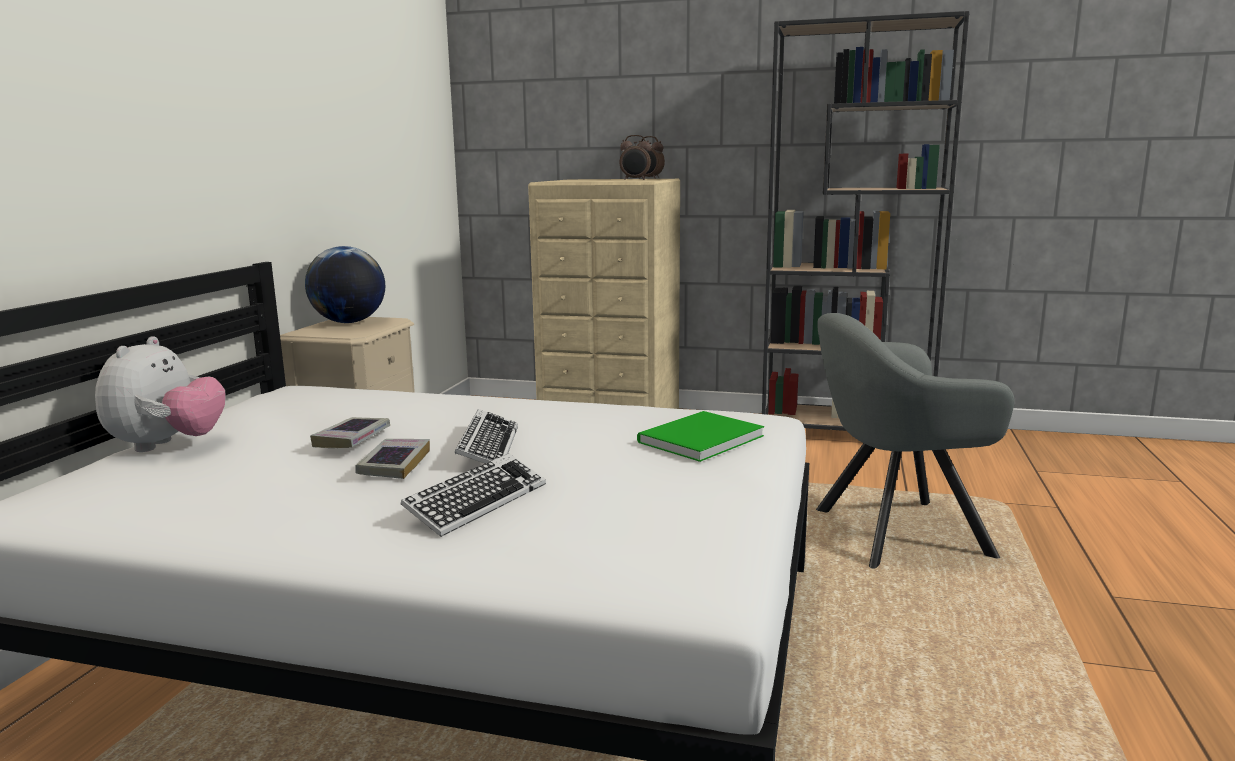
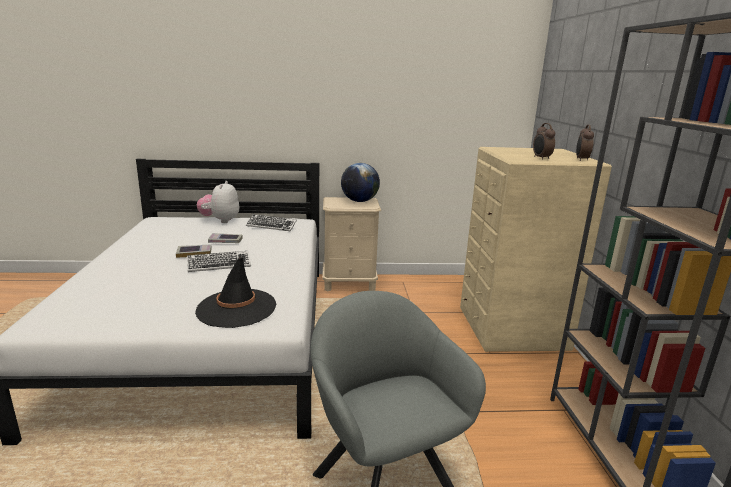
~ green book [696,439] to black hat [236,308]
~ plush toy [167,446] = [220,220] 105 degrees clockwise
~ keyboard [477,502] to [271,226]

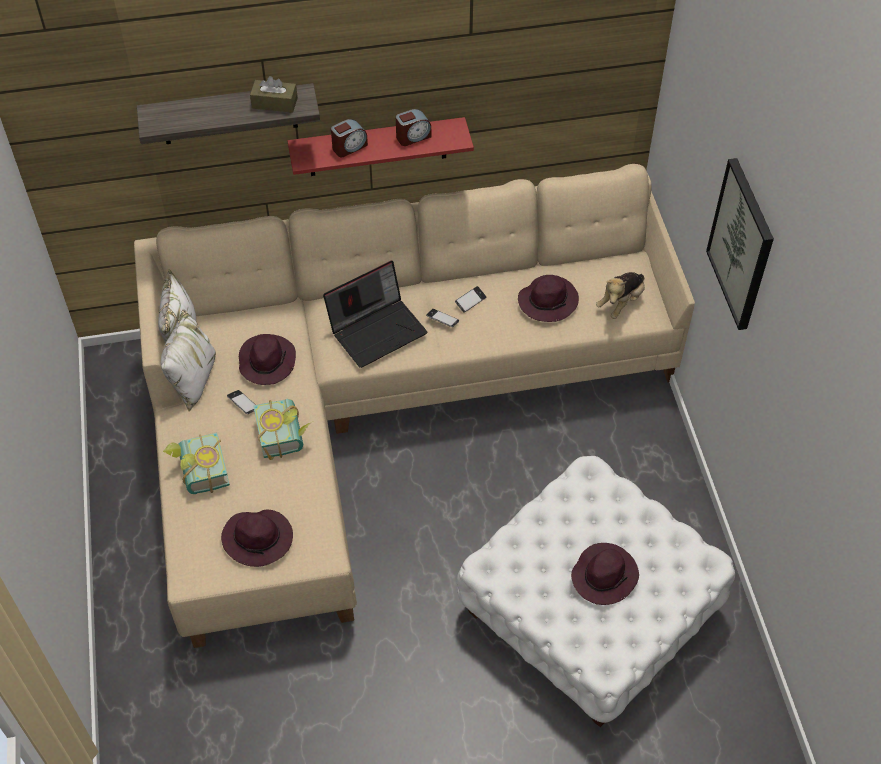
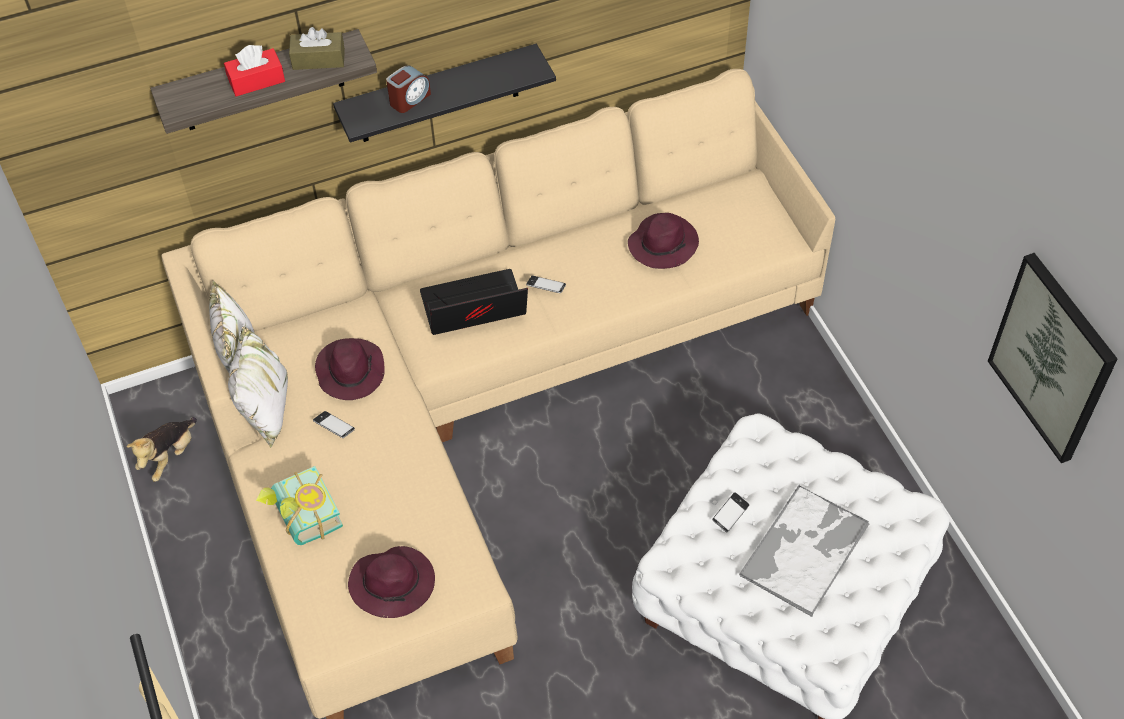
~ plush toy [621,302] to [169,457]
+ red tissue box [256,80]
~ red shelf [377,147] to black shelf [438,95]
~ laptop [377,329] = [473,311] 150 degrees counterclockwise
~ phone [470,301] to [730,514]
~ purple hat [604,575] to tray [805,549]
~ picture [742,244] to [1053,358]
- book [286,435]
- alarm clock [413,137]

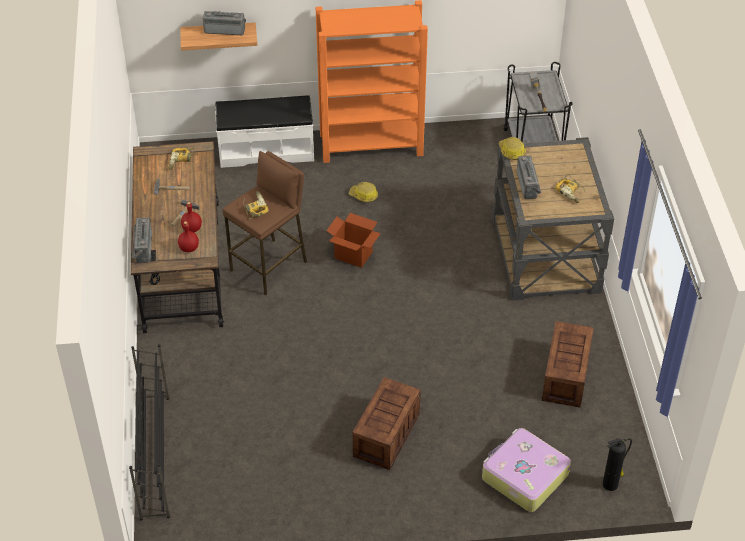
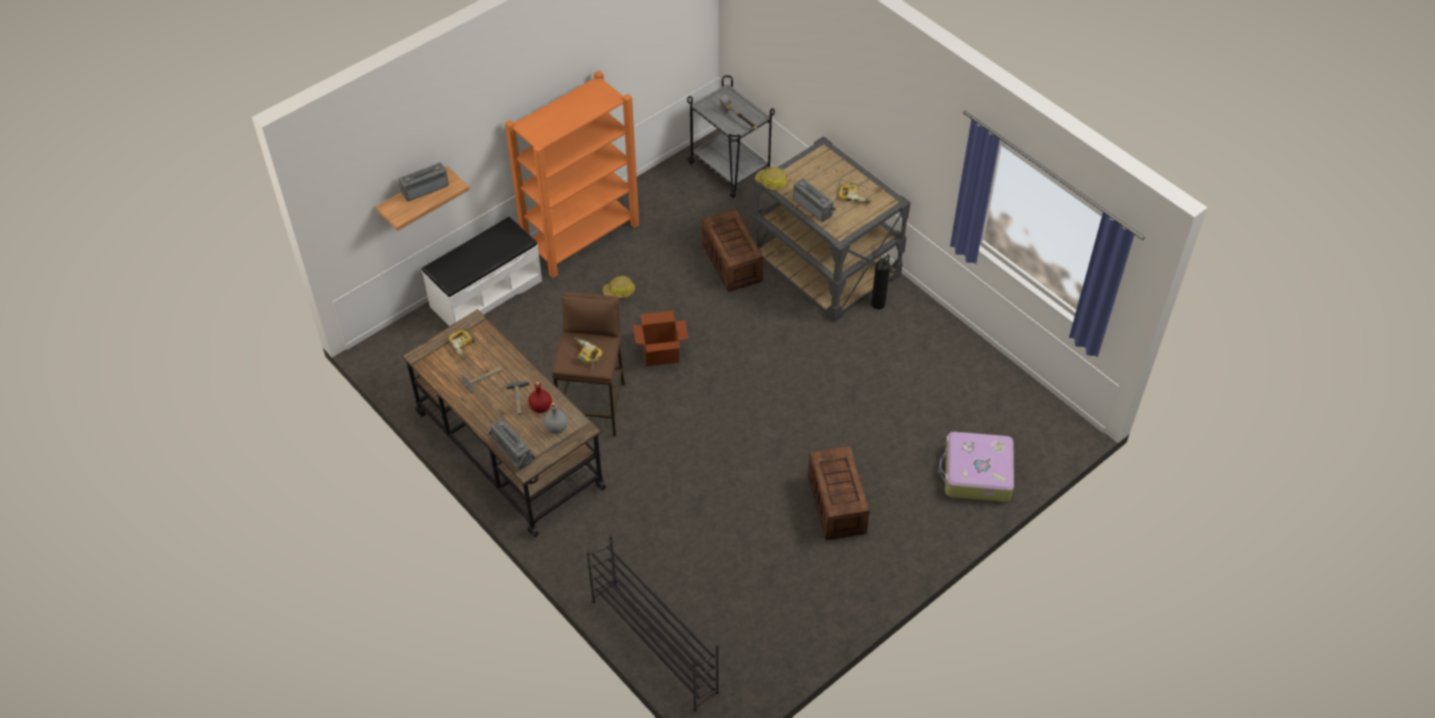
~ red bottle [188,248] to grey bottle [556,428]
~ crate [565,375] to [731,261]
~ fire extinguisher [611,484] to [878,303]

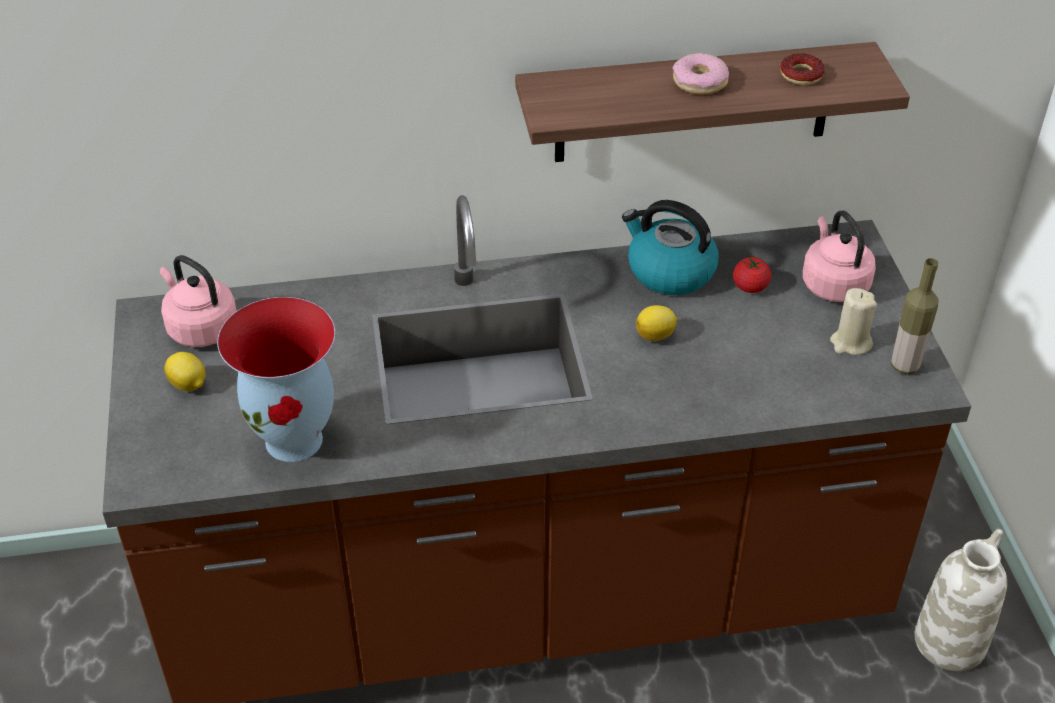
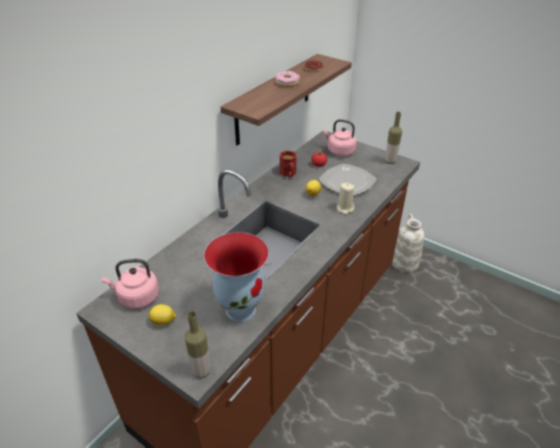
+ bottle [201,371]
~ kettle [669,271] to red mug [289,174]
+ plate [346,182]
~ beige candle [850,343] to [345,208]

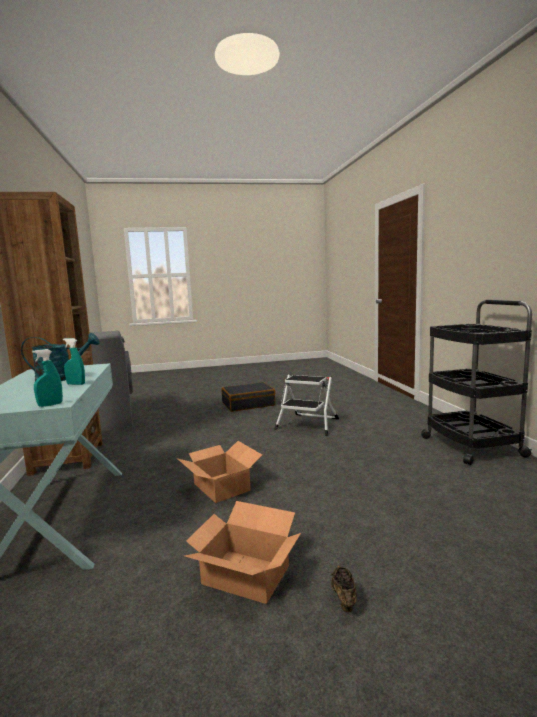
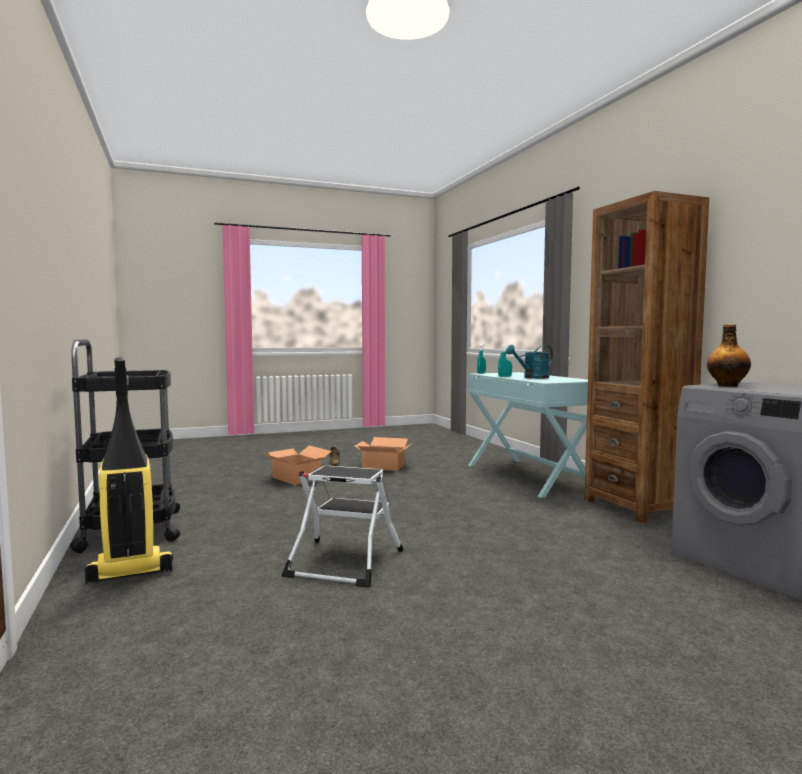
+ vacuum cleaner [130,573]
~ cardboard box [222,486] to [296,478]
+ bottle [727,385]
- black suitcase [248,404]

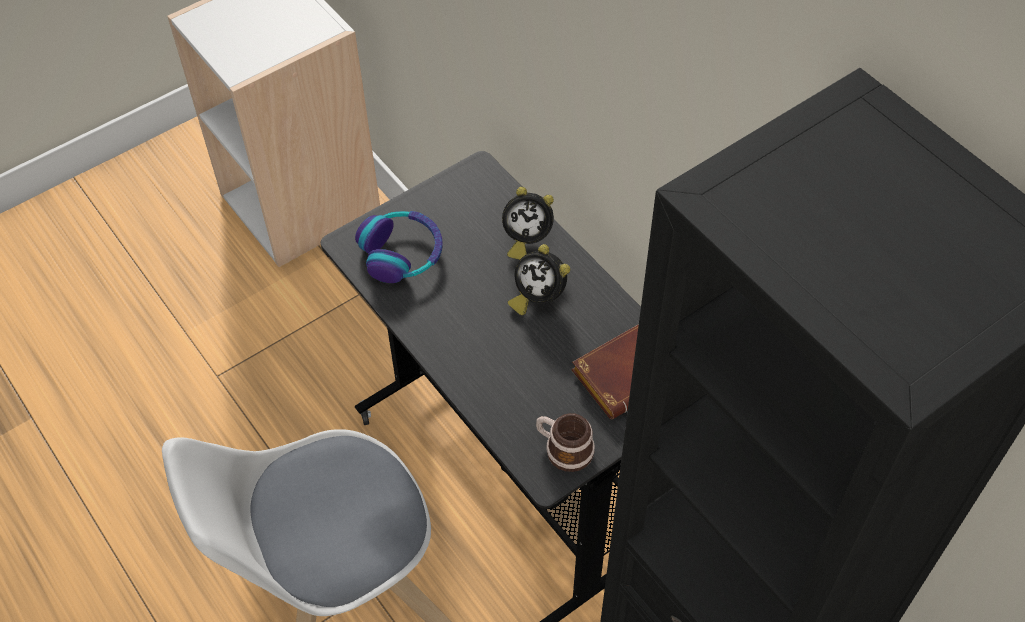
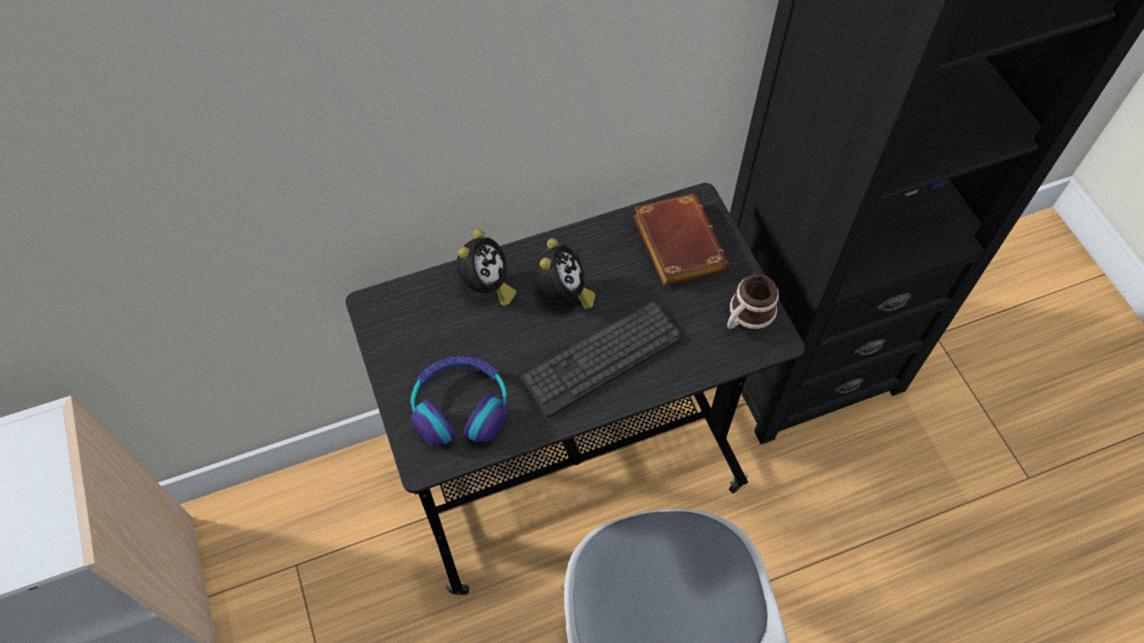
+ keyboard [602,358]
~ alarm clock [538,297] = [563,294] 45 degrees counterclockwise

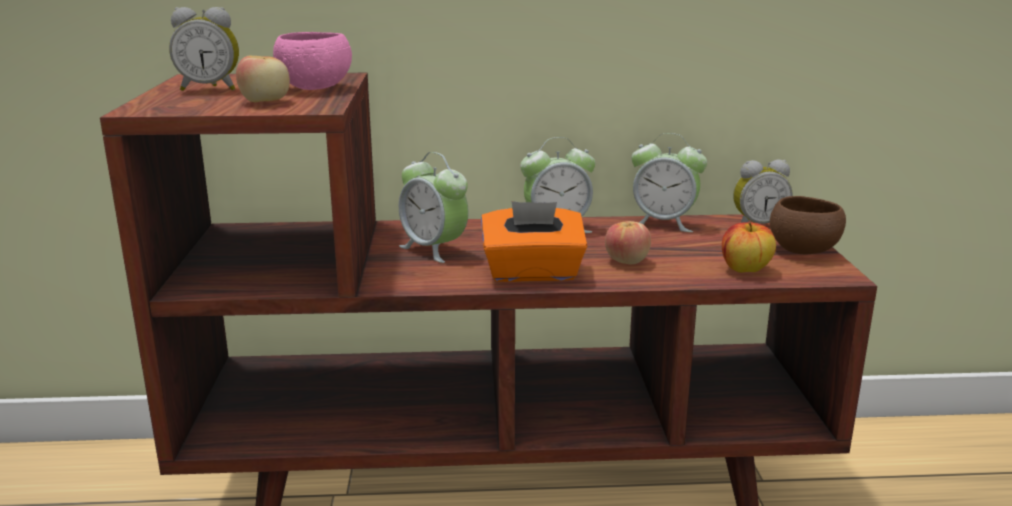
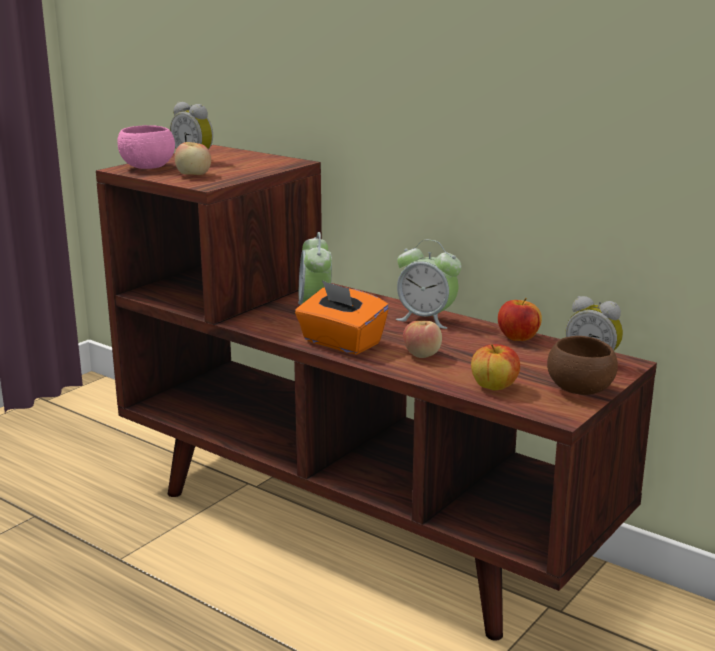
~ pink bowl [315,88] to [148,167]
~ alarm clock [664,223] to apple [518,338]

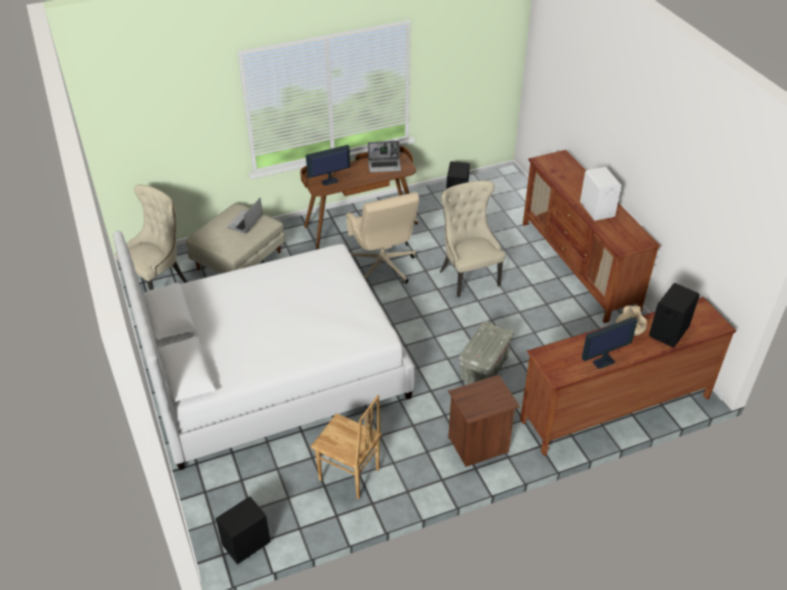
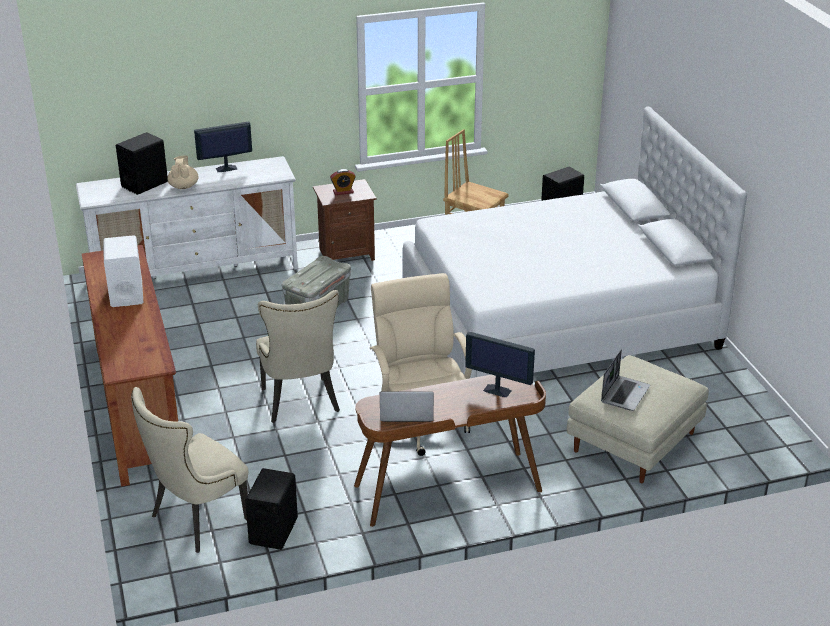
~ brown dresser [615,408] to white dresser [195,272]
~ beige chair [158,283] to [198,520]
+ alarm clock [343,192]
~ monitor [329,181] = [498,390] 45 degrees clockwise

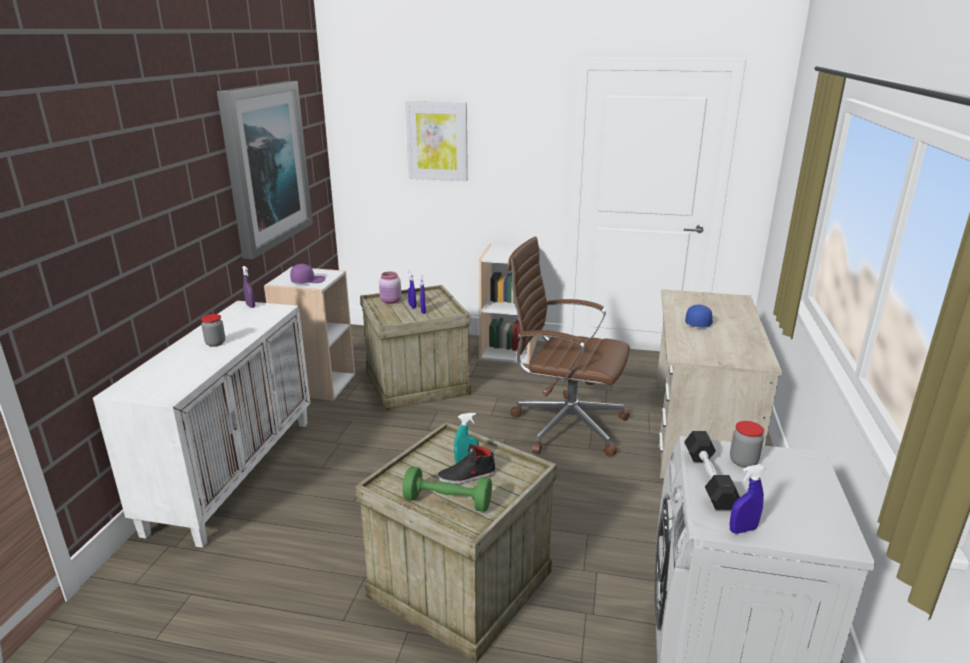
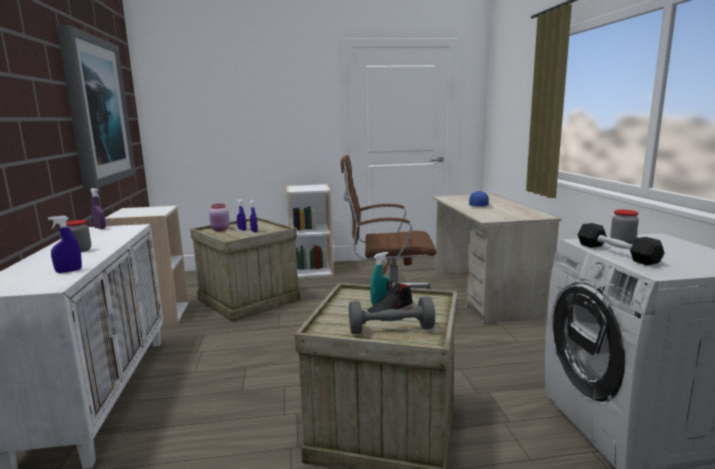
~ blue spray bottle [742,529] to [69,271]
~ green dumbbell [447,502] to grey dumbbell [391,329]
- purple cap [308,281]
- picture [437,141]

